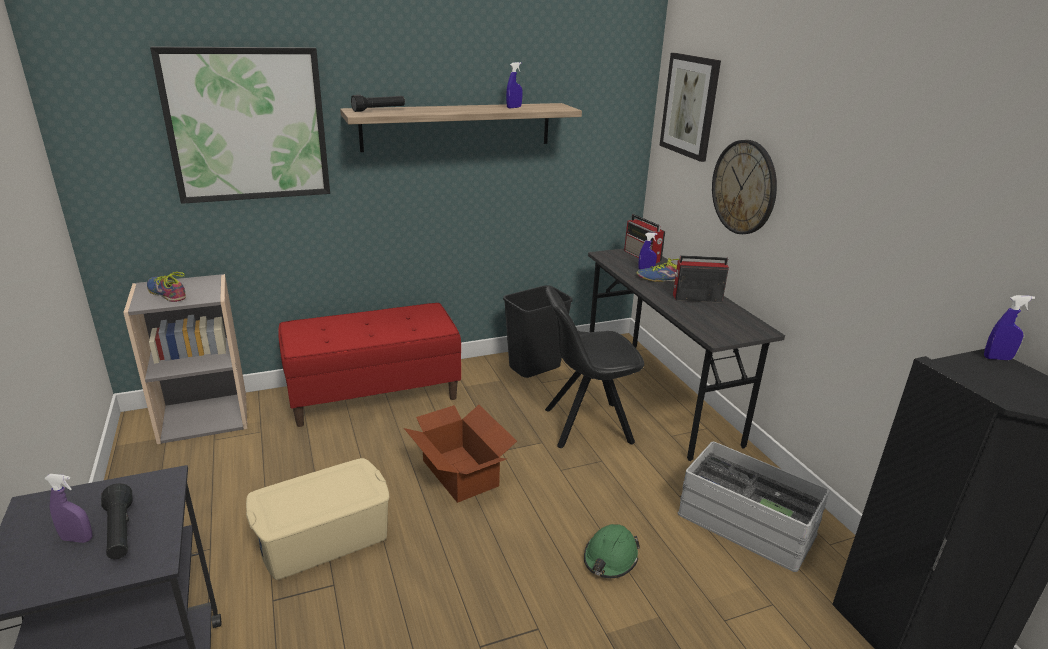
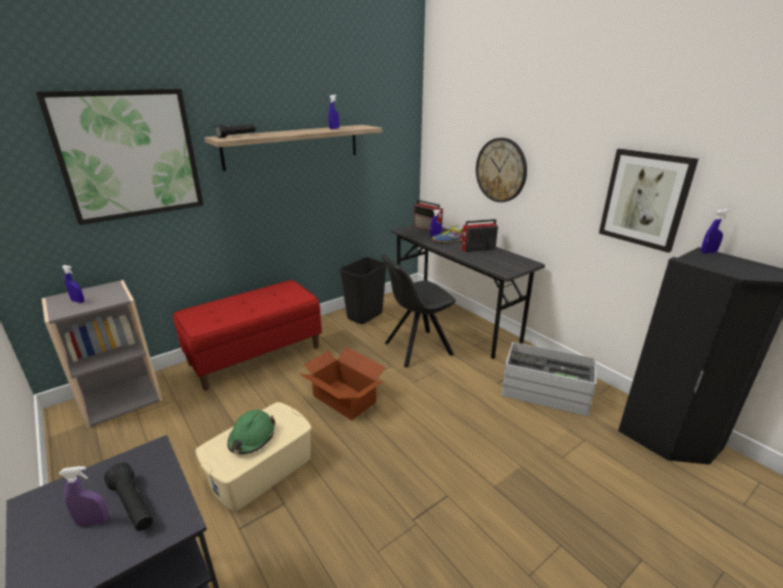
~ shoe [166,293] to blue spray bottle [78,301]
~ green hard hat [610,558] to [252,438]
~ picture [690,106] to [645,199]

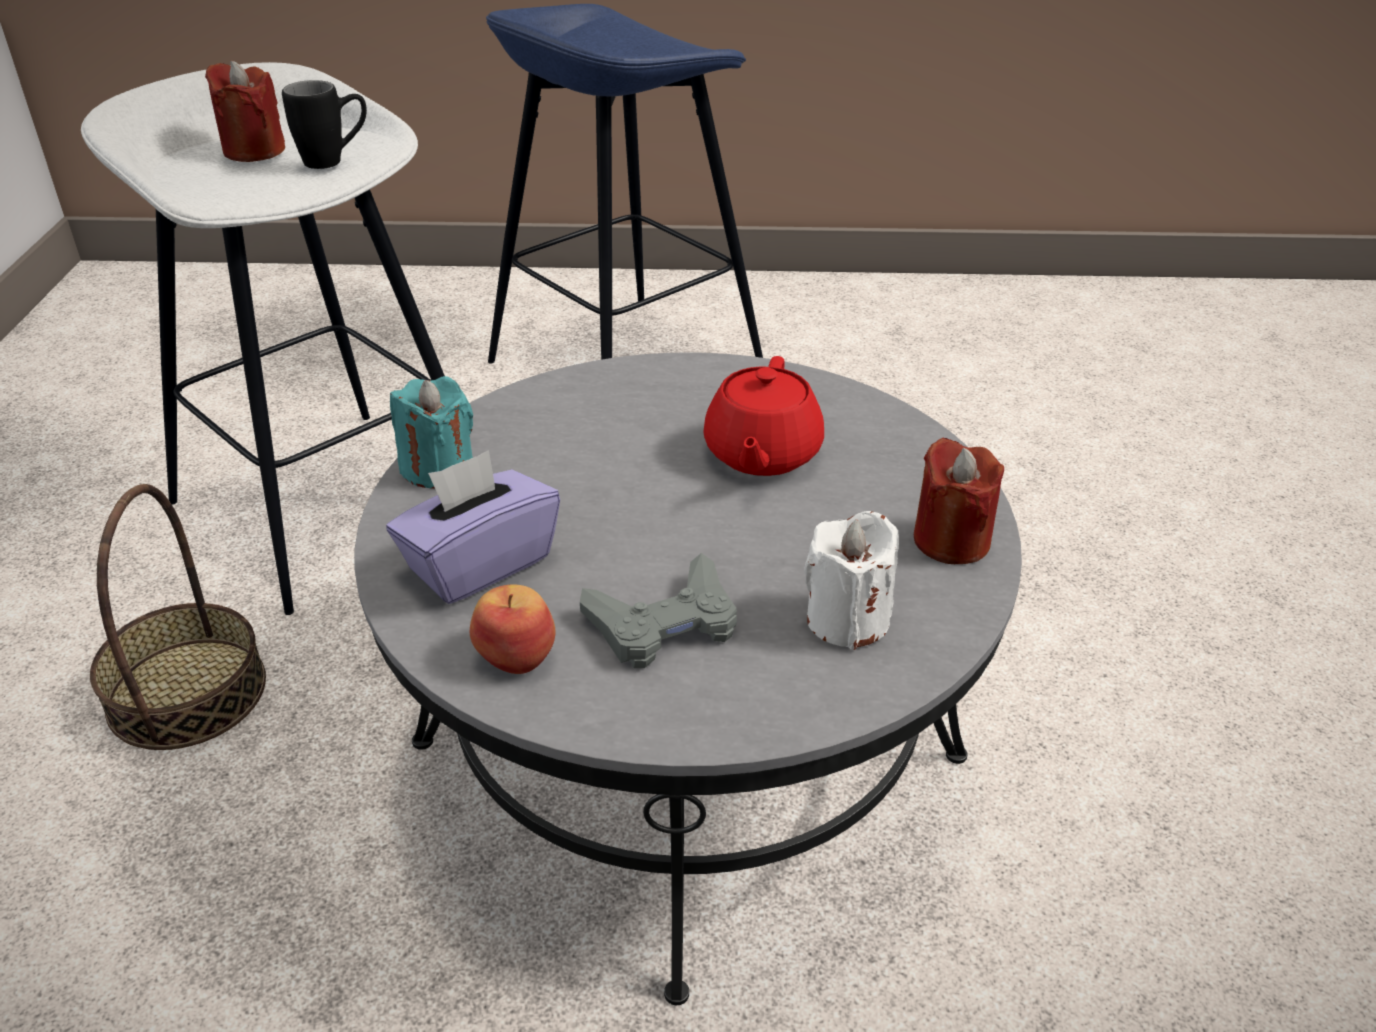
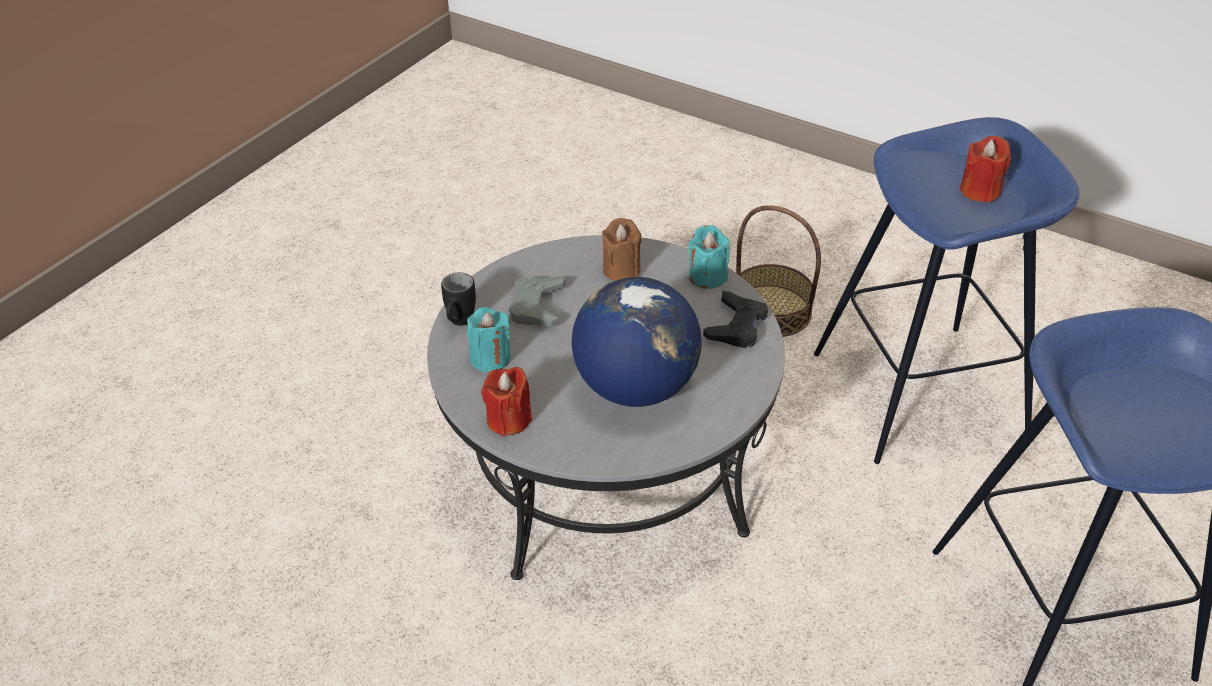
~ black mug [335,161] to [459,323]
~ white candle [847,620] to turquoise candle [490,358]
~ red teapot [761,454] to globe [634,387]
~ purple tissue box [479,563] to brown candle [621,269]
+ black game controller [736,326]
~ white stool [332,503] to blue stool [919,392]
- apple [517,655]

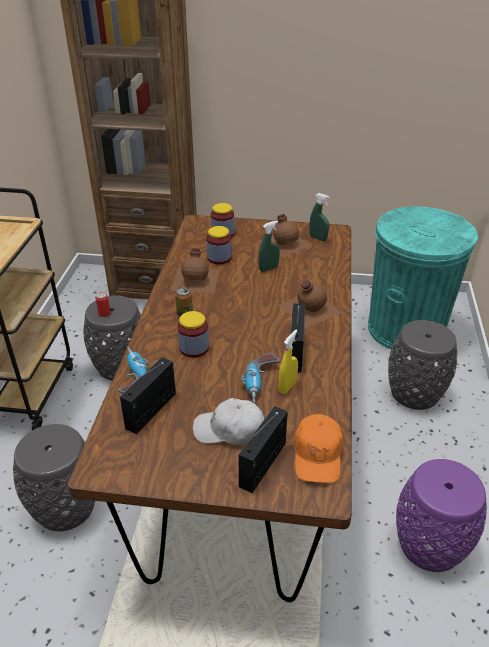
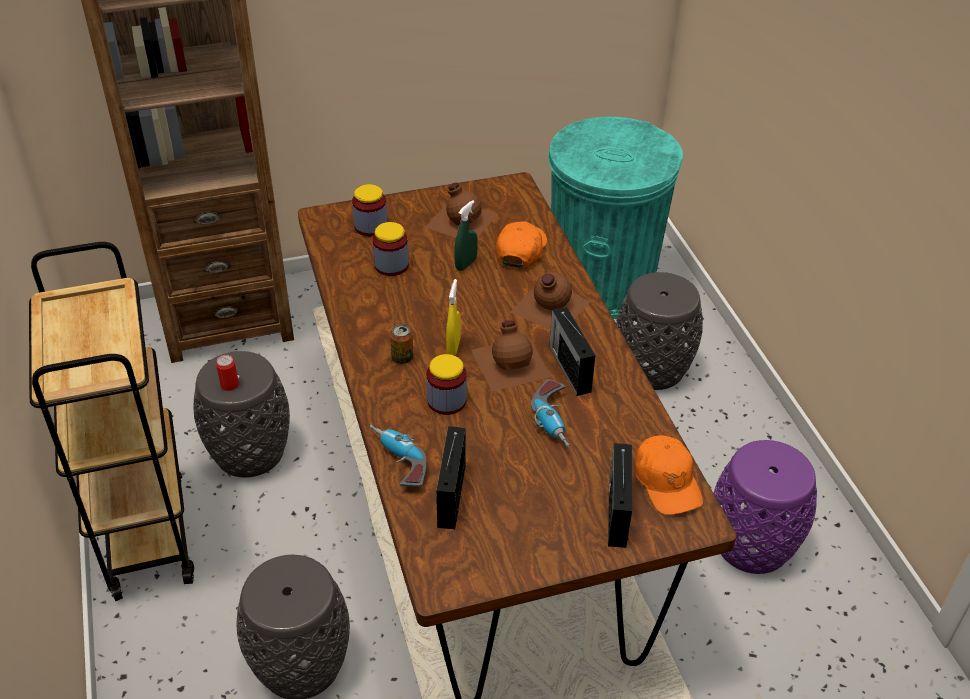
~ yellow spray bottle [287,387] to [453,347]
~ brown bottle [196,279] to [511,362]
+ orange cap [521,250]
- white cap [229,430]
- green spray bottle [318,238]

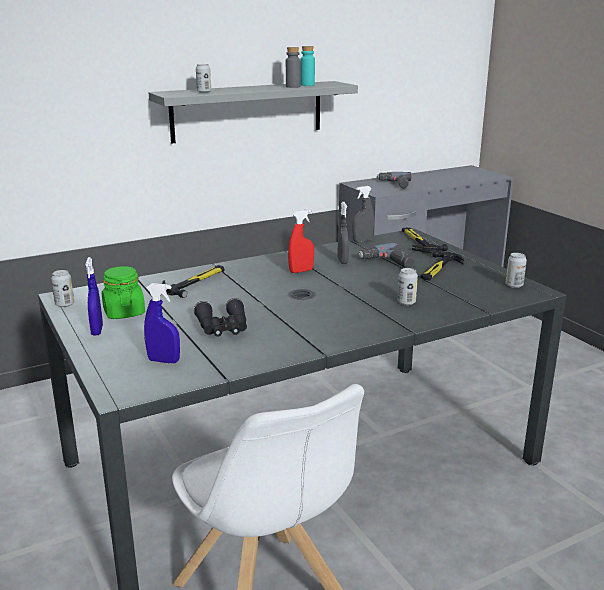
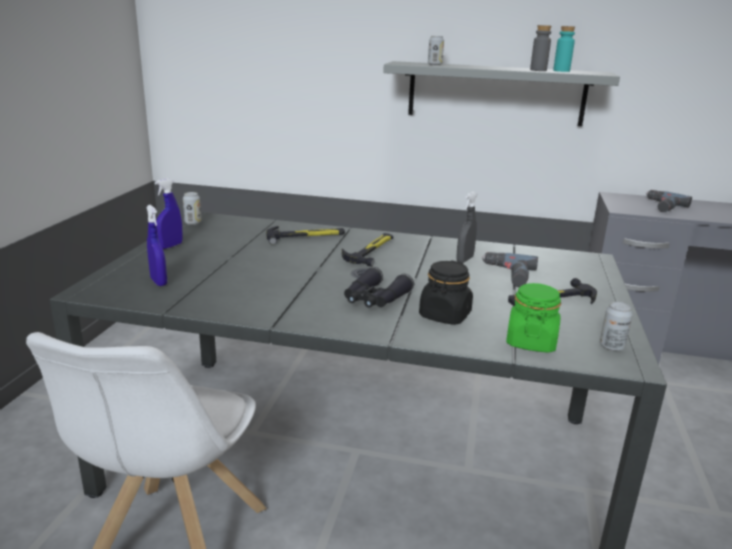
~ hammer [418,242] to [371,250]
~ black binoculars [223,328] to [375,299]
~ can [406,302] to black jar [445,315]
~ green jar [124,312] to [531,342]
- red spray bottle [301,271]
- grey spray bottle [362,241]

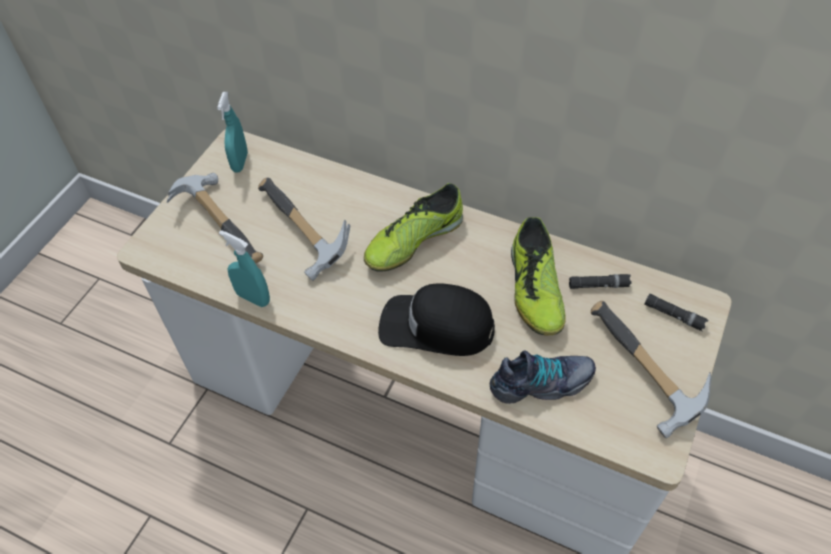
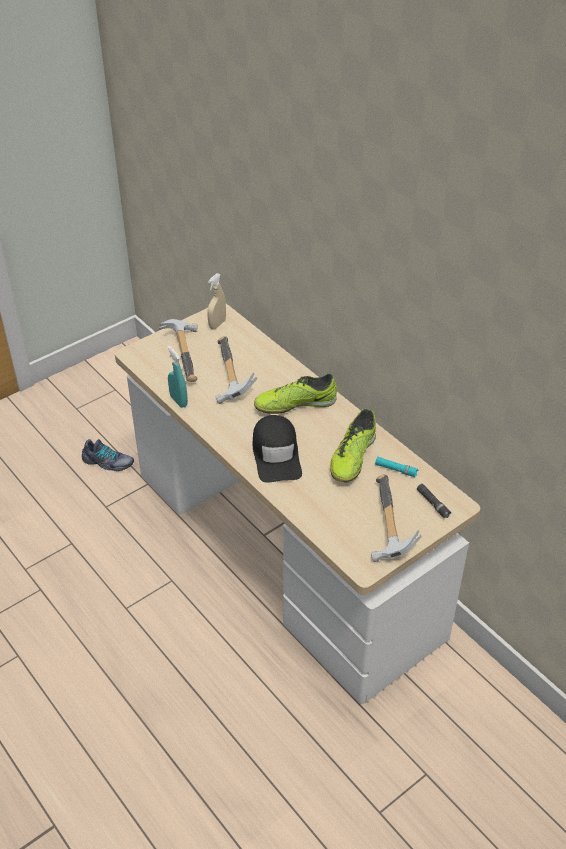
~ shoe [542,383] to [108,462]
~ turquoise spray bottle [240,162] to beige spray bottle [217,324]
~ black cap [436,327] = [276,454] 135 degrees counterclockwise
~ black flashlight [598,285] to turquoise flashlight [396,470]

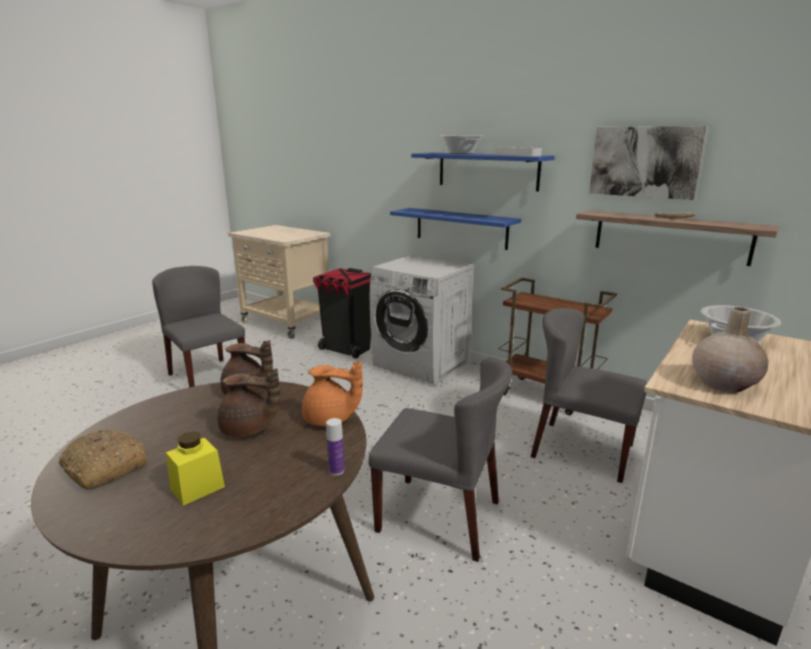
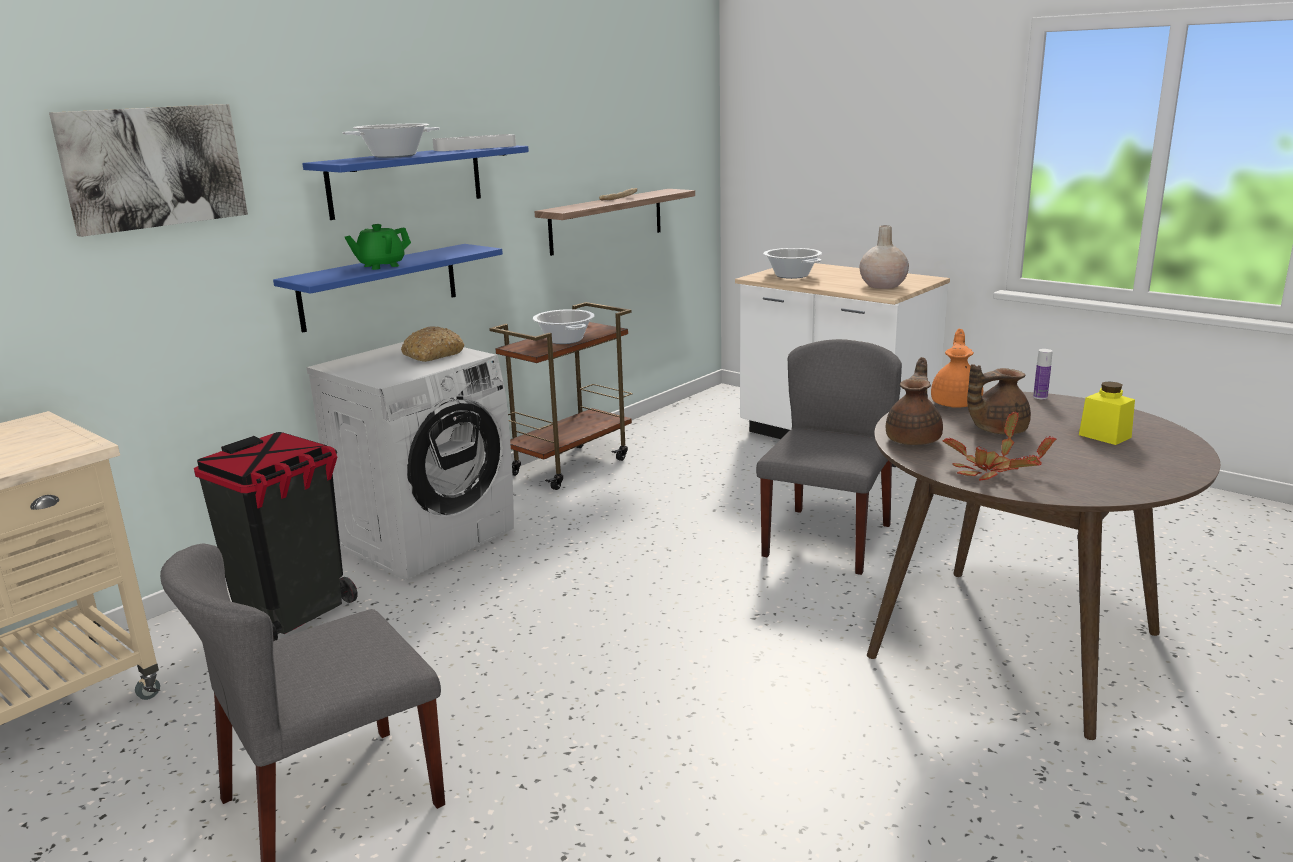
~ picture [645,162] to [154,167]
+ green teapot [381,266]
~ bread [103,468] to [433,355]
+ cooking pot [565,340]
+ potted plant [992,471]
~ brown teapot [248,429] = [996,430] 120 degrees counterclockwise
- grey chair [581,450]

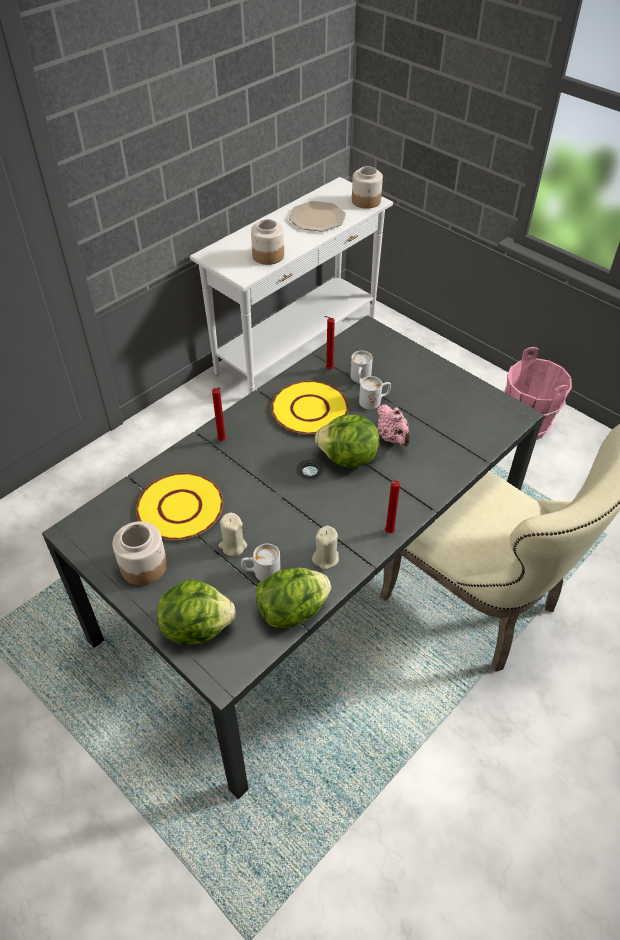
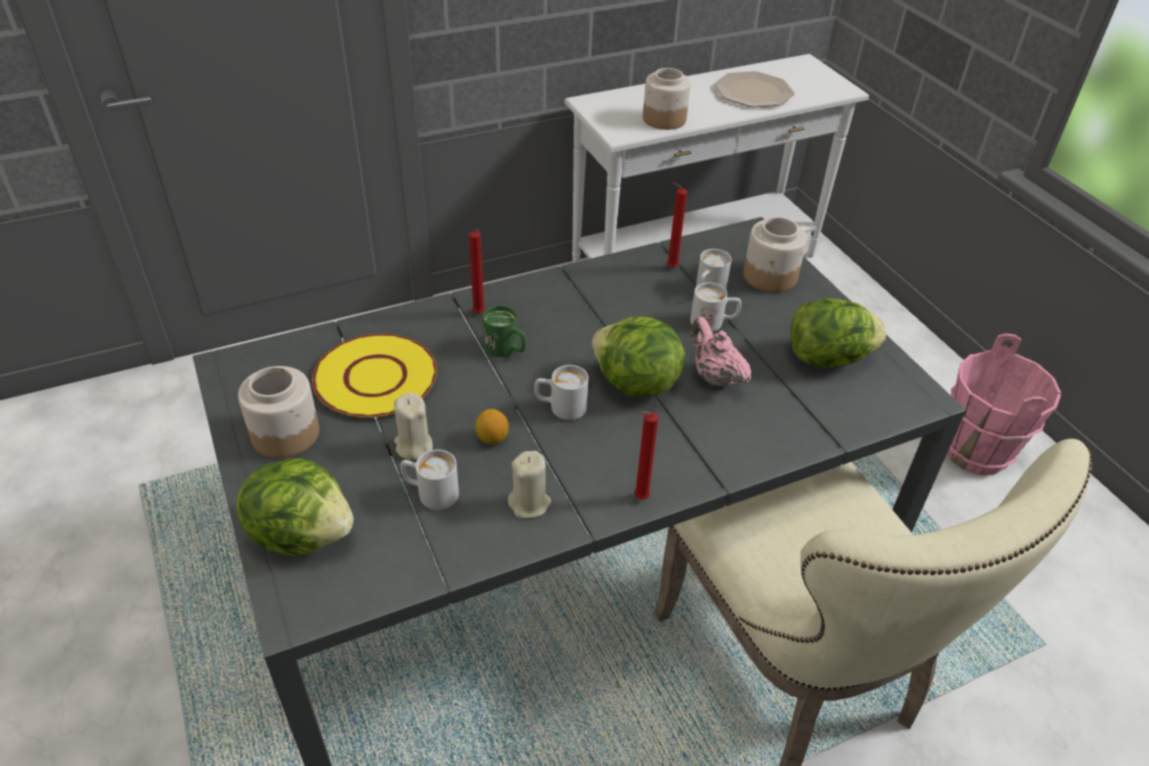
+ lemon [492,438]
+ green mug [506,349]
+ white mug [560,407]
~ pink teapot [393,438] = [714,376] 150 degrees clockwise
~ jar [366,201] to [770,277]
~ lettuce [292,610] to [827,358]
- yellow plate [309,409]

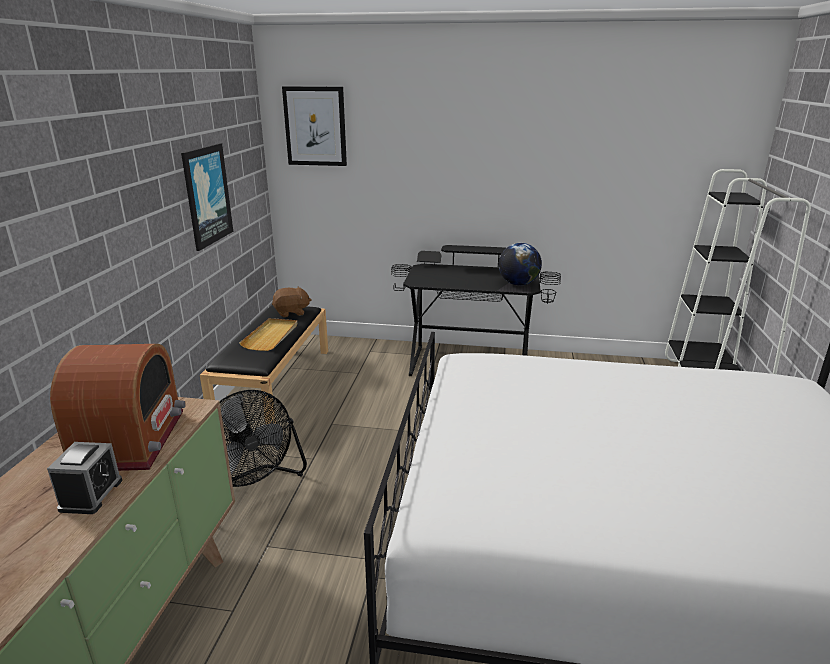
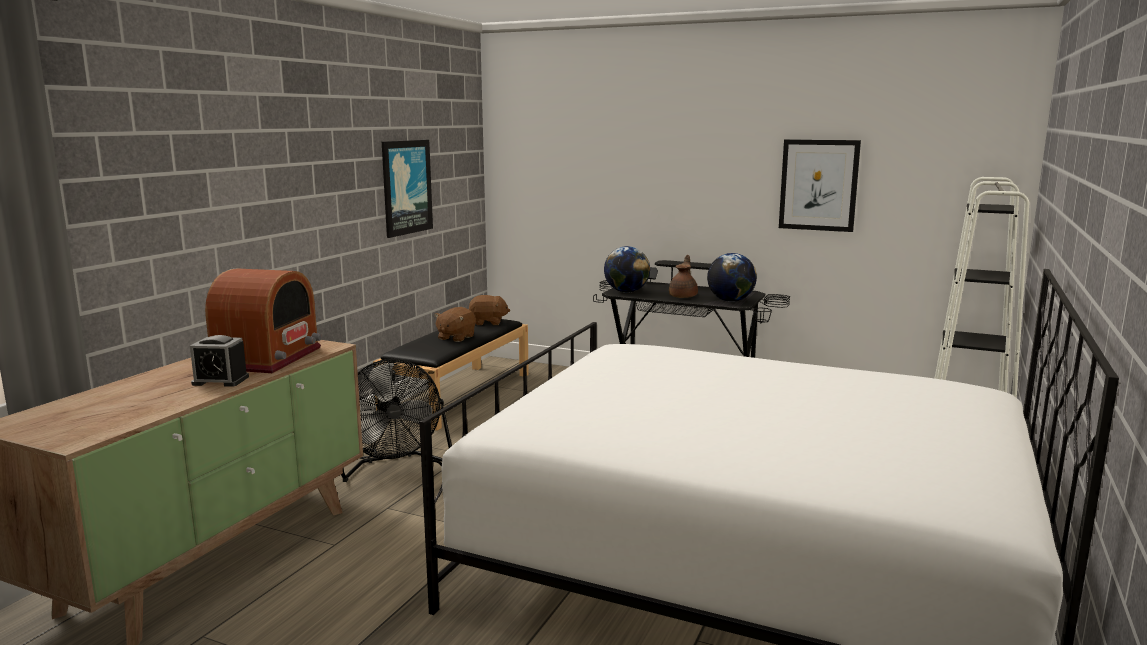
~ alarm clock [91,495] = [220,380] 75 degrees clockwise
~ beige tray [271,336] to brown plush toy [455,337]
+ globe [626,292]
+ brown teapot [683,296]
~ picture [315,126] to [818,185]

